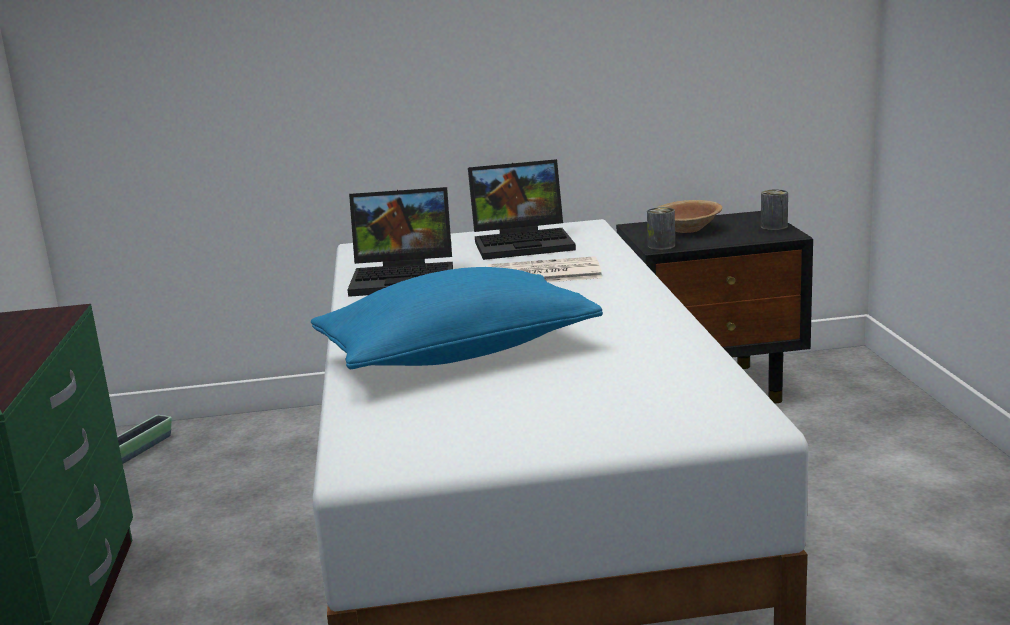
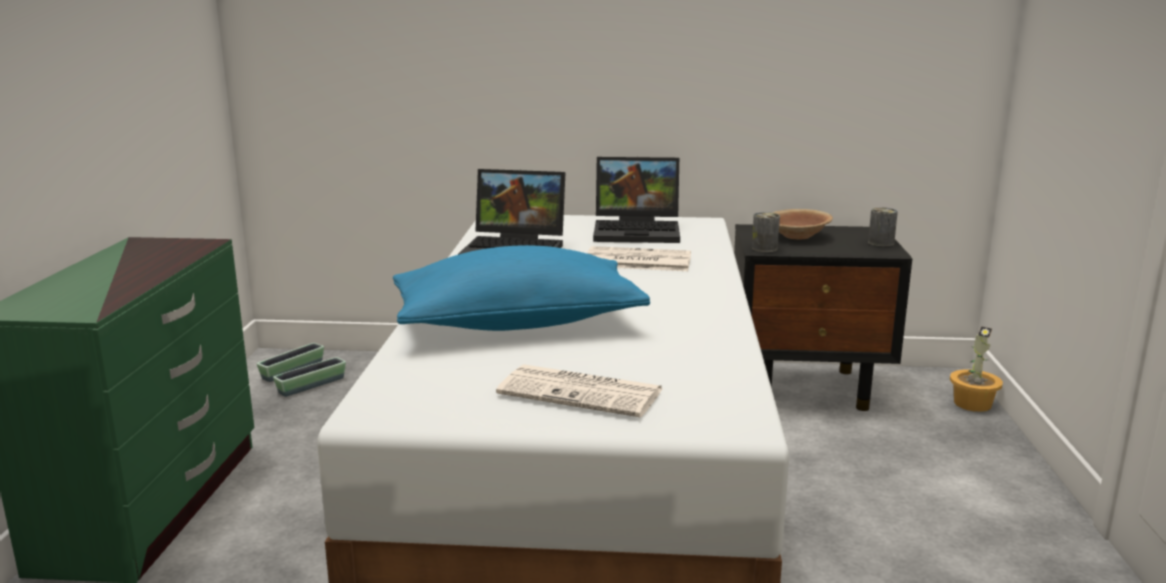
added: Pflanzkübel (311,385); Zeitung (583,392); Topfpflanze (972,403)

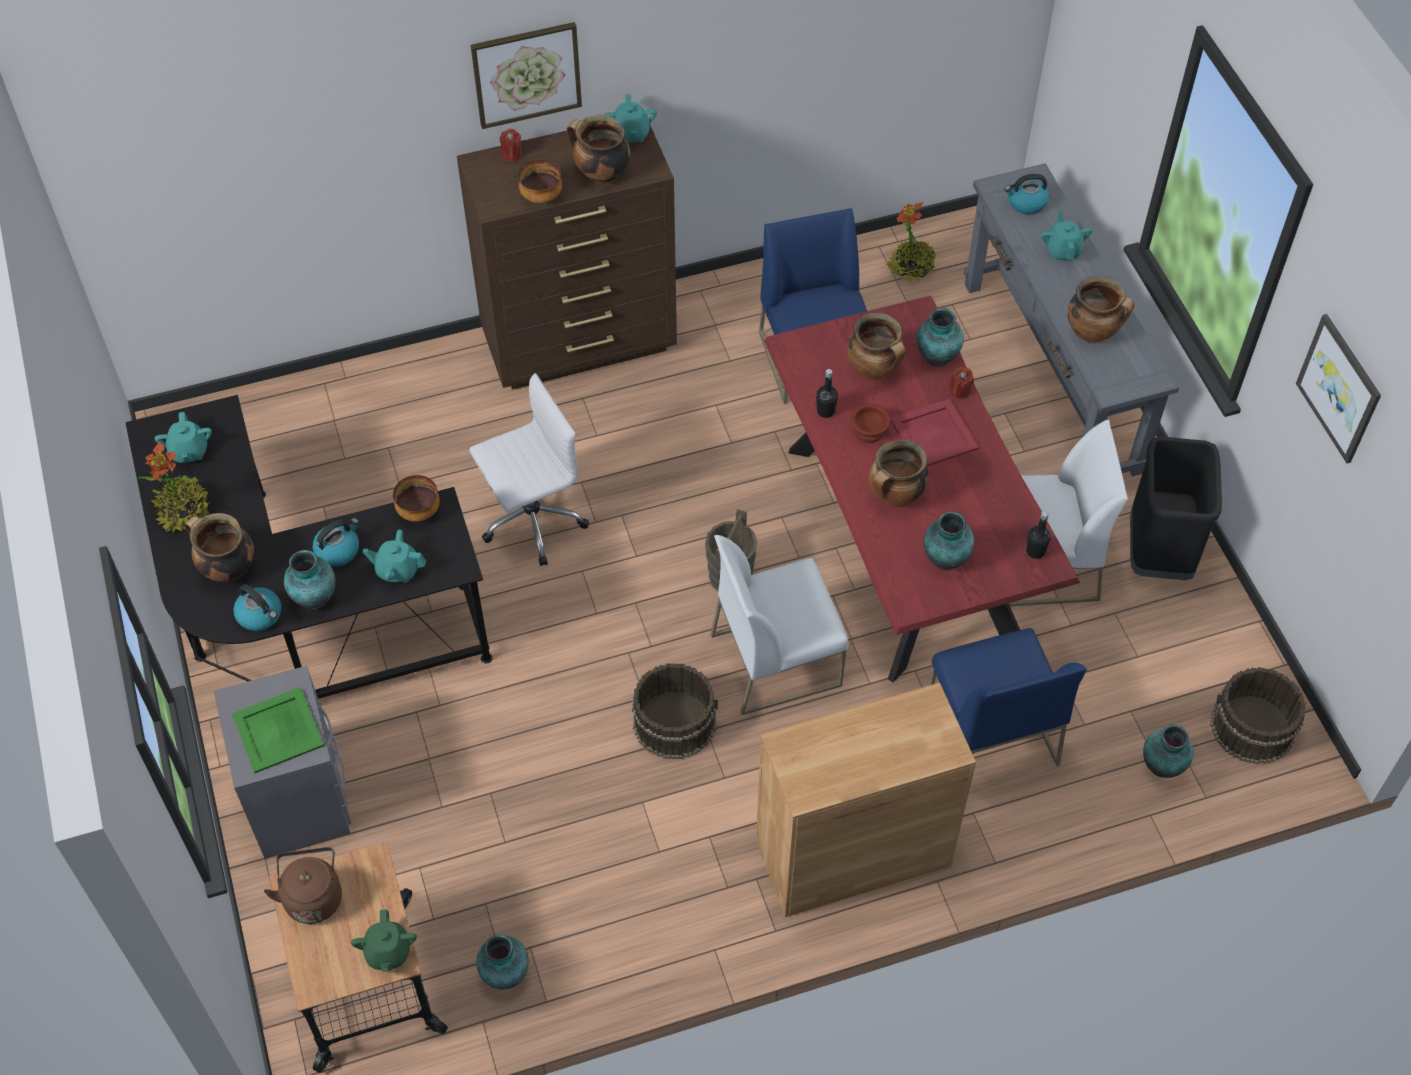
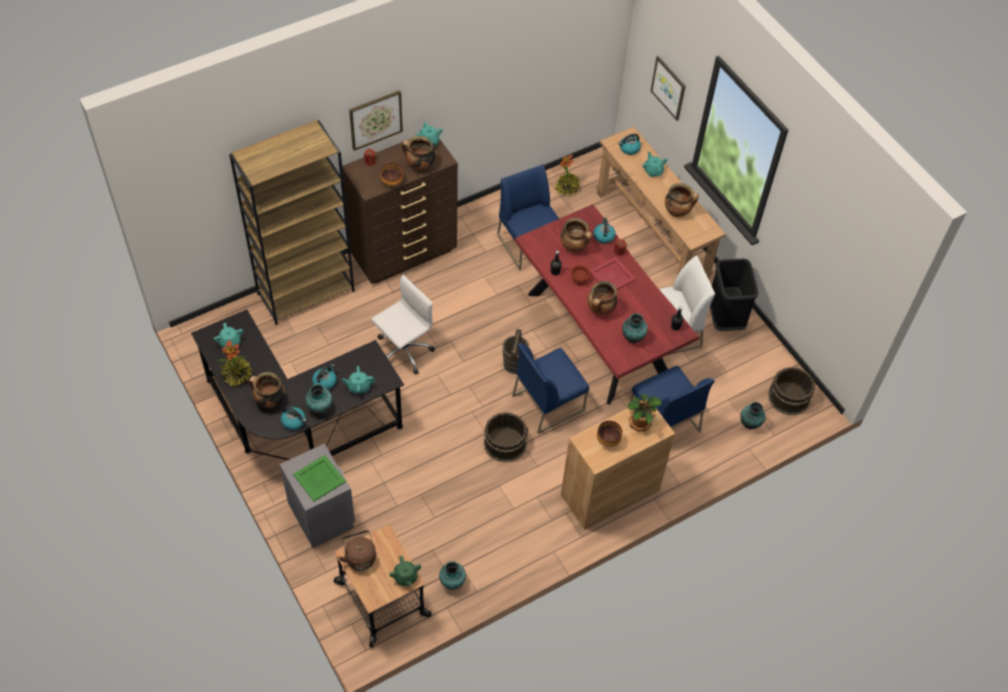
added: Bücherregal [braun] (306,292); Topfpflanze (640,423)
moved: Schüssel (419,511) to (608,440); Bild (1340,388) to (669,88)
replaced: Vase (936,357) to Wasserkessel (603,236)
recoloured: Stuhl [weiß] (776,659) to Stuhl [blau] (548,402); Konsolentisch [grau] (1050,375) to Konsolentisch [braun] (651,235)

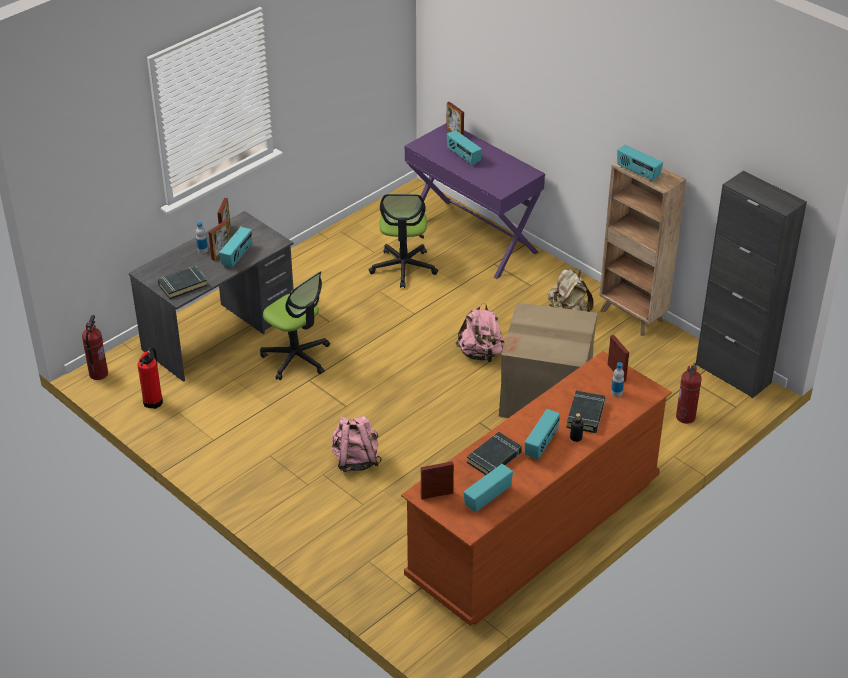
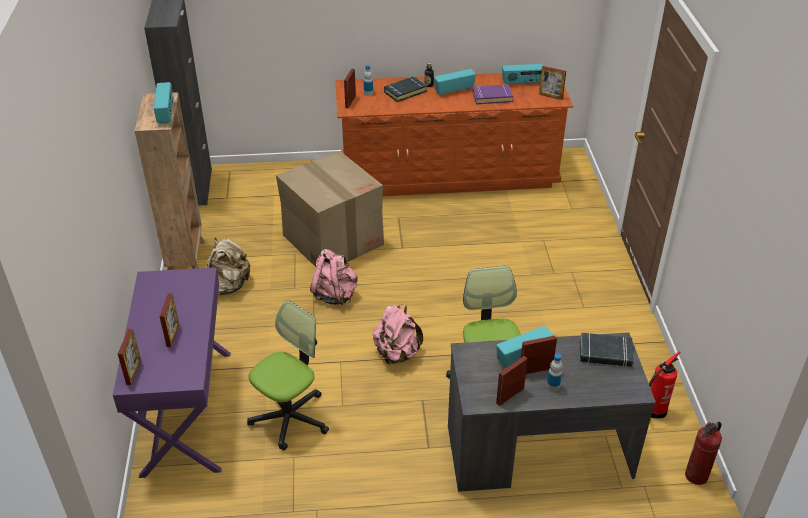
removed: Feuerlöscher (686,417)
moved: Rucksack [rosa] (355,460) to (396,354)
replaced: Radio (463,157) to Bilderrahmen (173,335)
recoloured: Buch [schwarz] (494,458) to Buch [lila] (492,97)

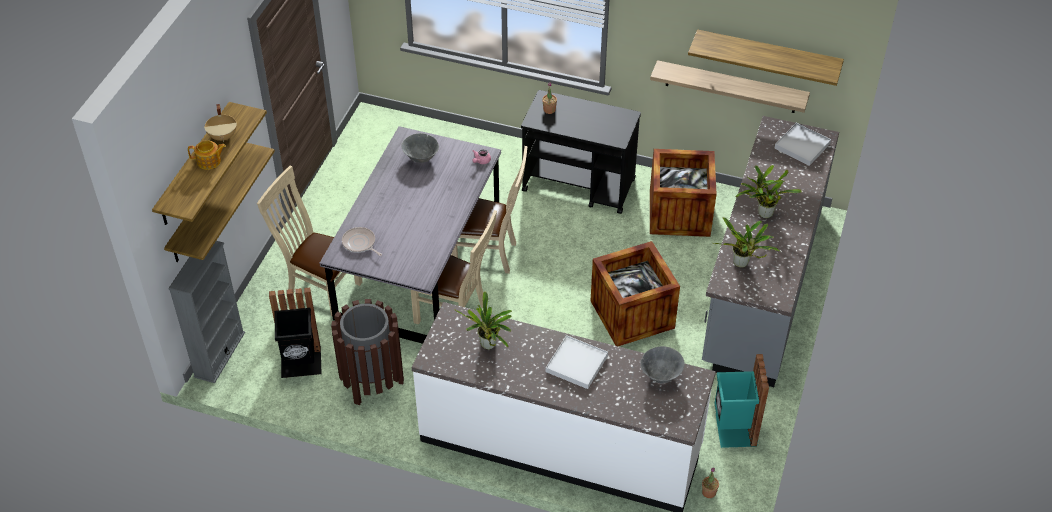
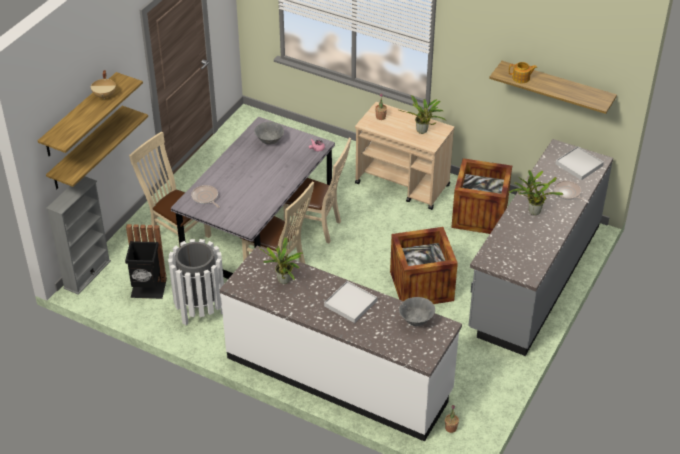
removed: Wandregal (731,87); Mülleimer [türkis] (733,430)
added: Pfanne (568,193)
moved: Topfpflanze (742,264) to (423,132); Teekanne (209,161) to (521,78)
recoloured: Mülleimer [braun] (372,381) to Mülleimer [weiß] (200,309); Rollwagen [schwarz] (579,185) to Rollwagen [beige] (403,185)

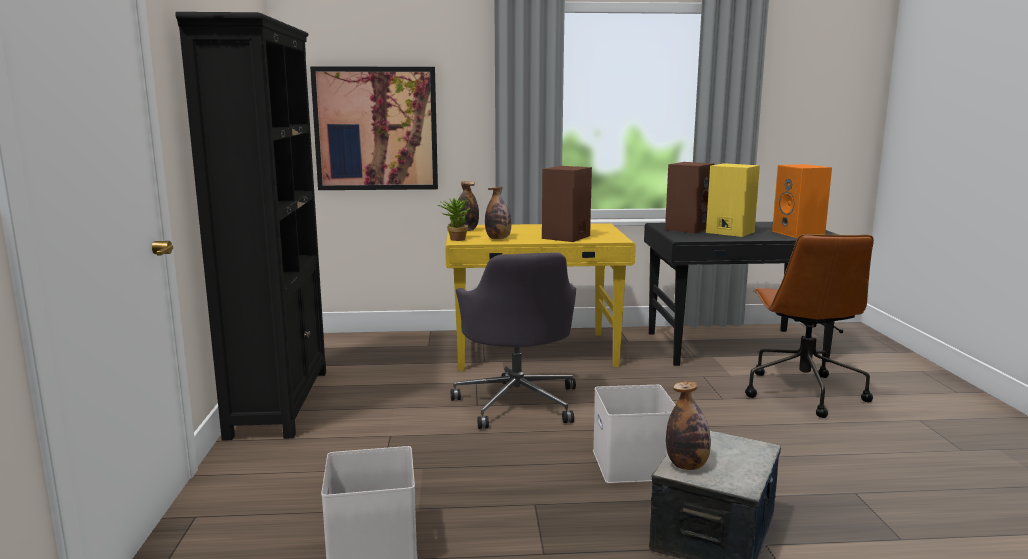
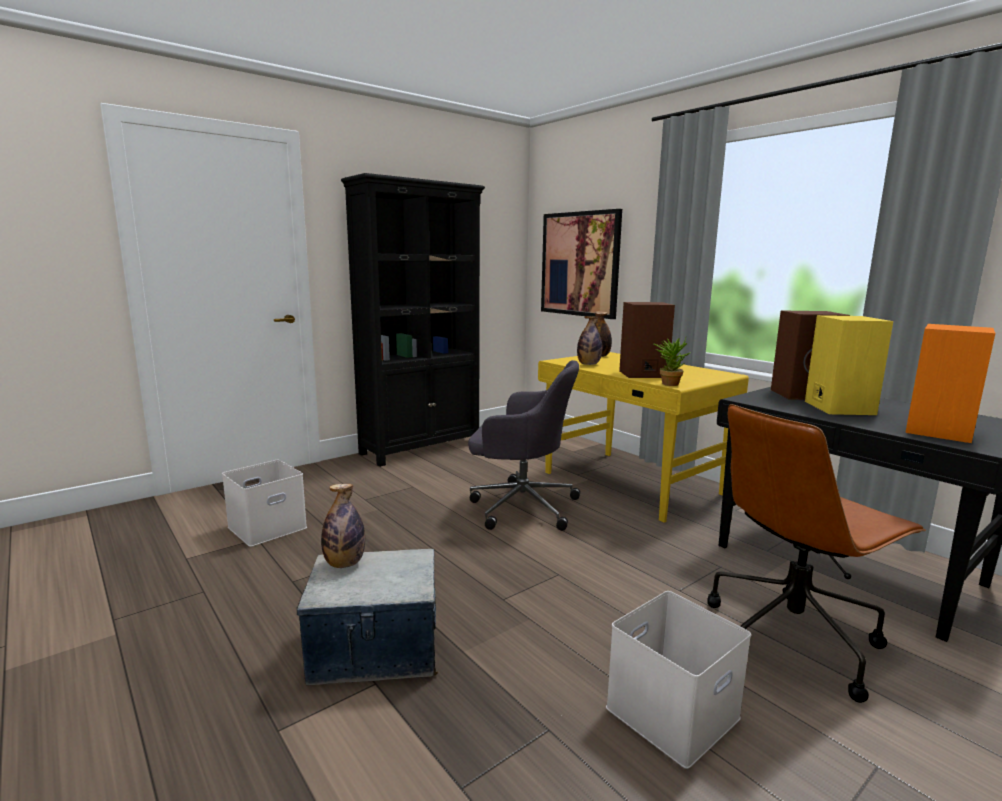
moved: Aufbewahrungsbox [weiß] (635,465) to (673,715); Topfpflanze (455,239) to (669,383)
turned: Bürostuhl [grau] (517,402) = (521,506) 120 degrees counterclockwise

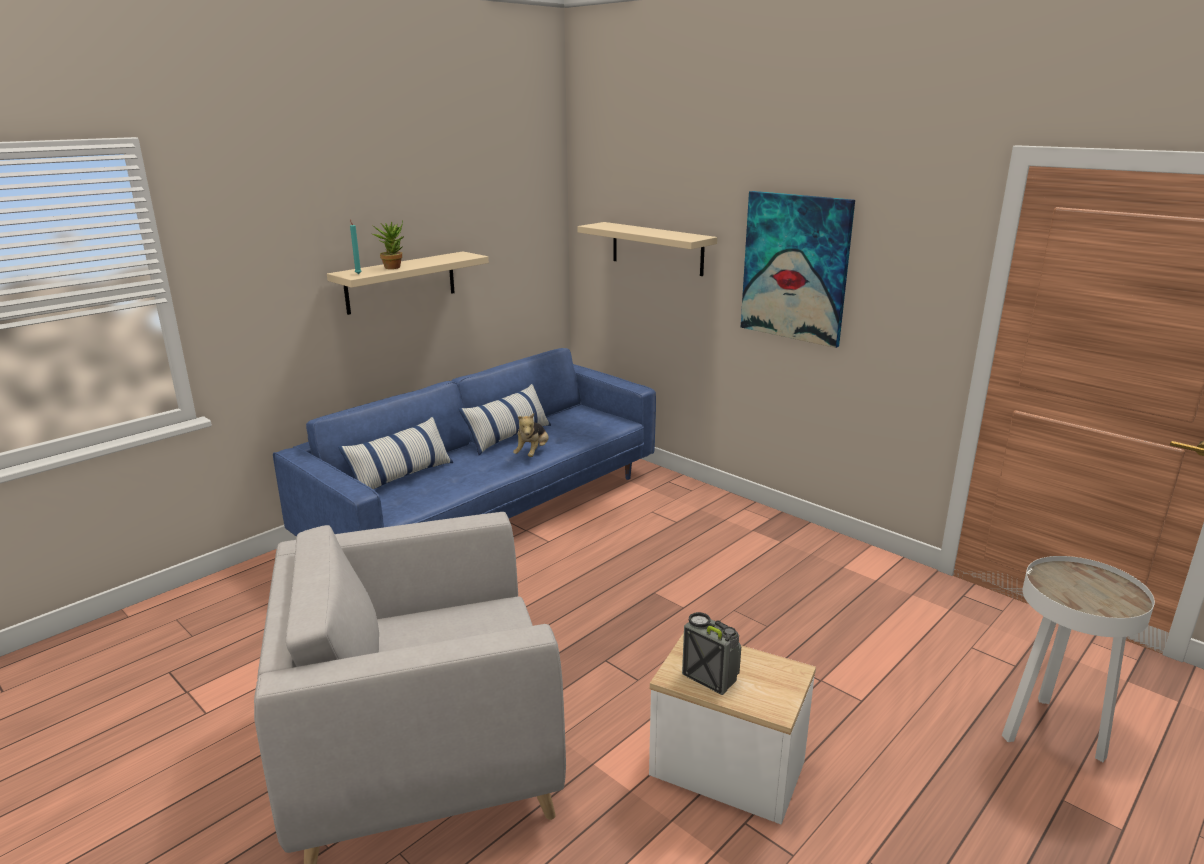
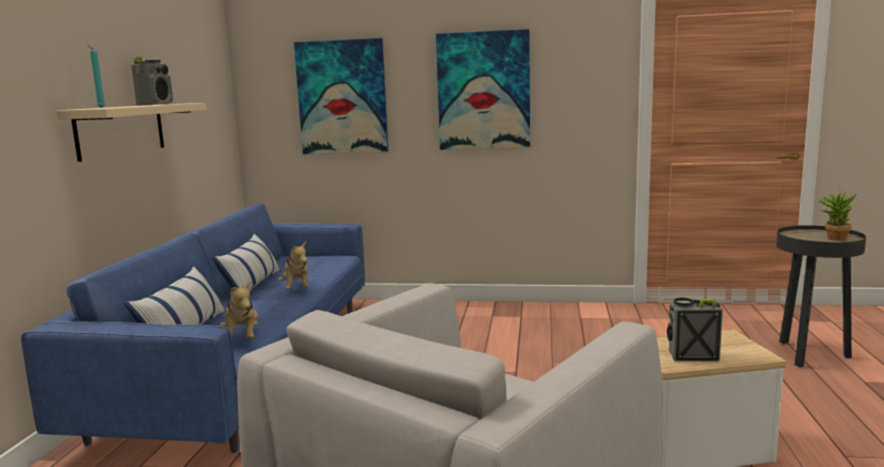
added: Radio (155,104); Plüschtier (243,337)
moved: Topfpflanze (393,267) to (833,238)
replaced: Wandregal [beige] (657,248) to Bild (342,97)
recoloured: Beistelltisch [weiß] (1050,733) to Beistelltisch [schwarz] (810,355)

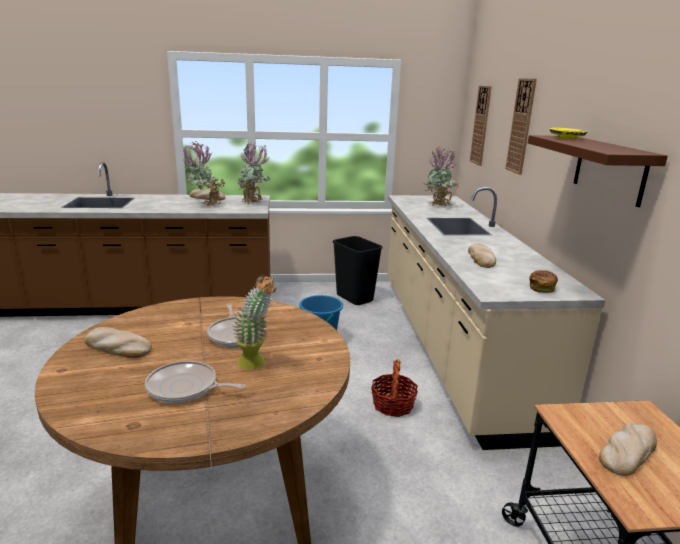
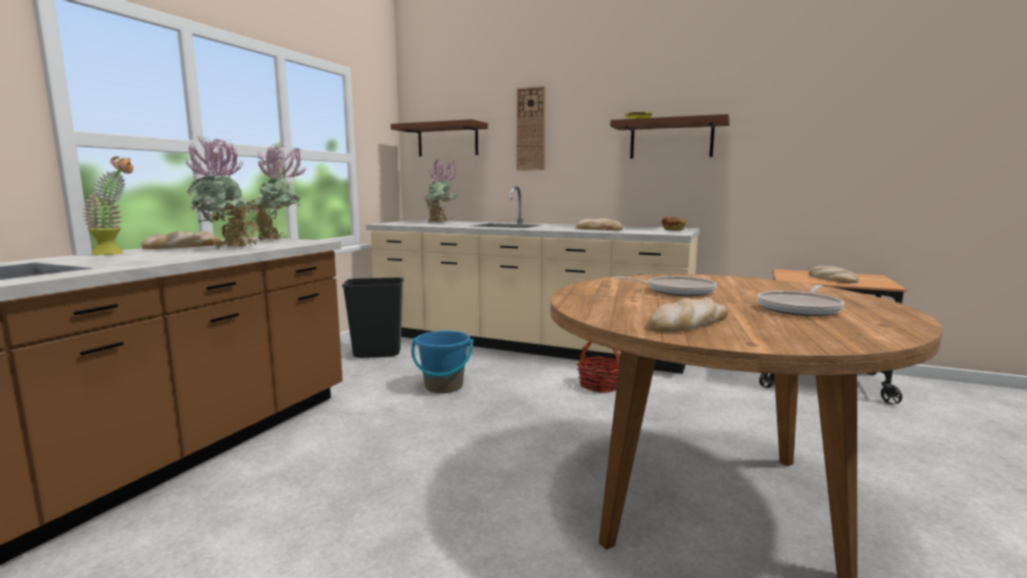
moved: Topfpflanze (256,364) to (116,253)
replaced: Wanduhr (481,125) to Wandregal [braun] (447,140)

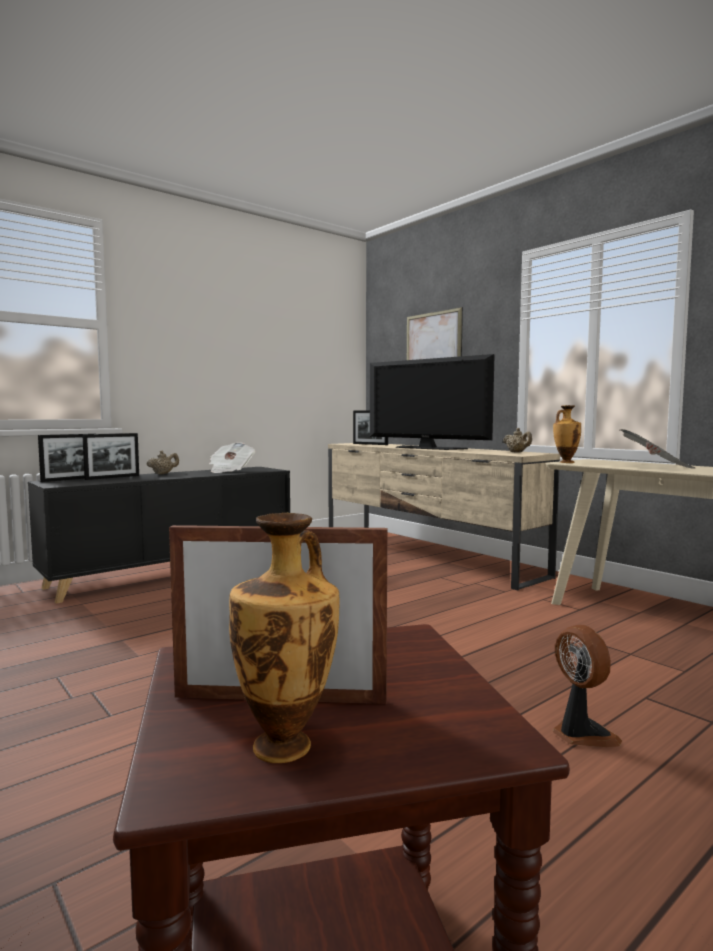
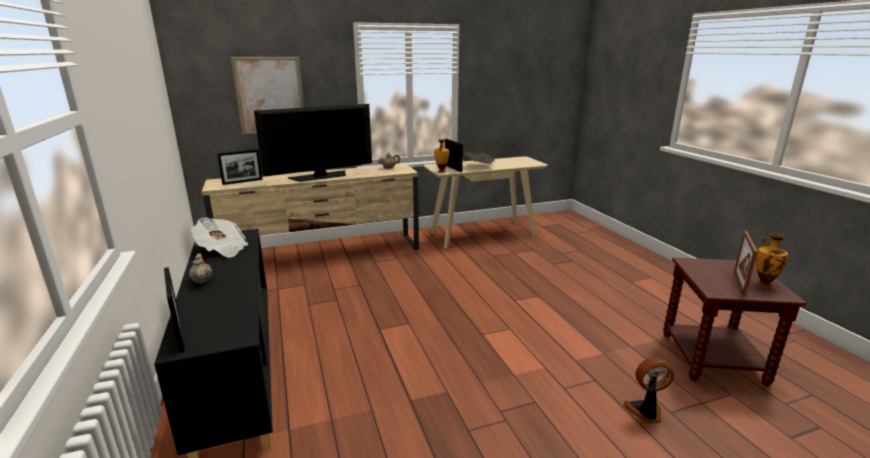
moved: Bilderrahmen (112,477) to (453,168); Ventilator (581,733) to (645,412)

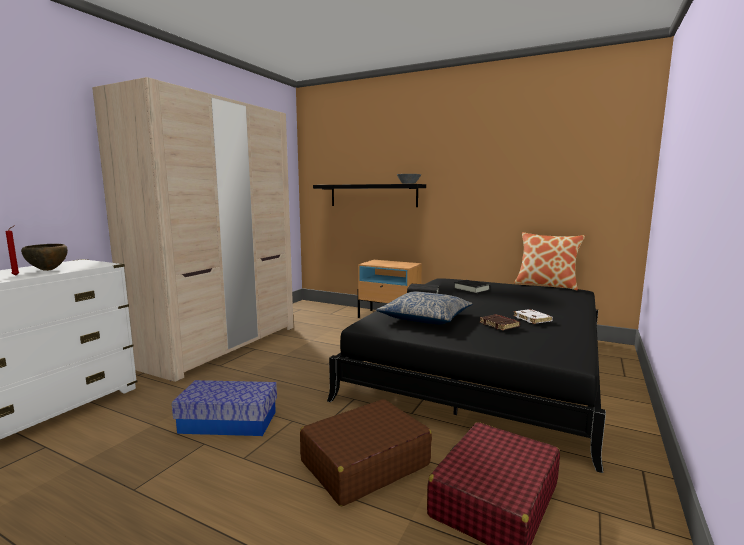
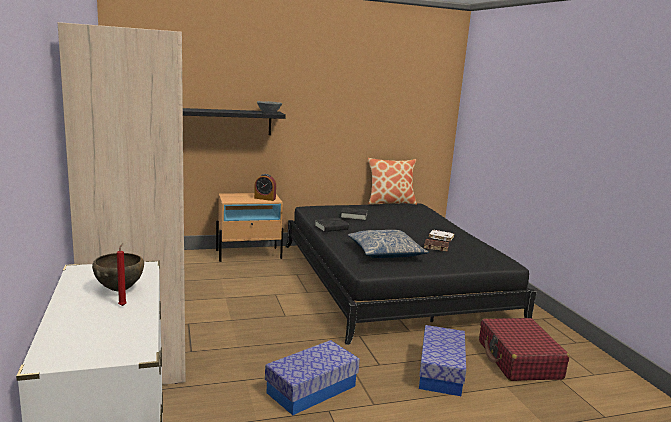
added: Wecker (265,198)
replaced: Koffer [braun] (364,463) to Aufbewahrungsbox (440,372)

